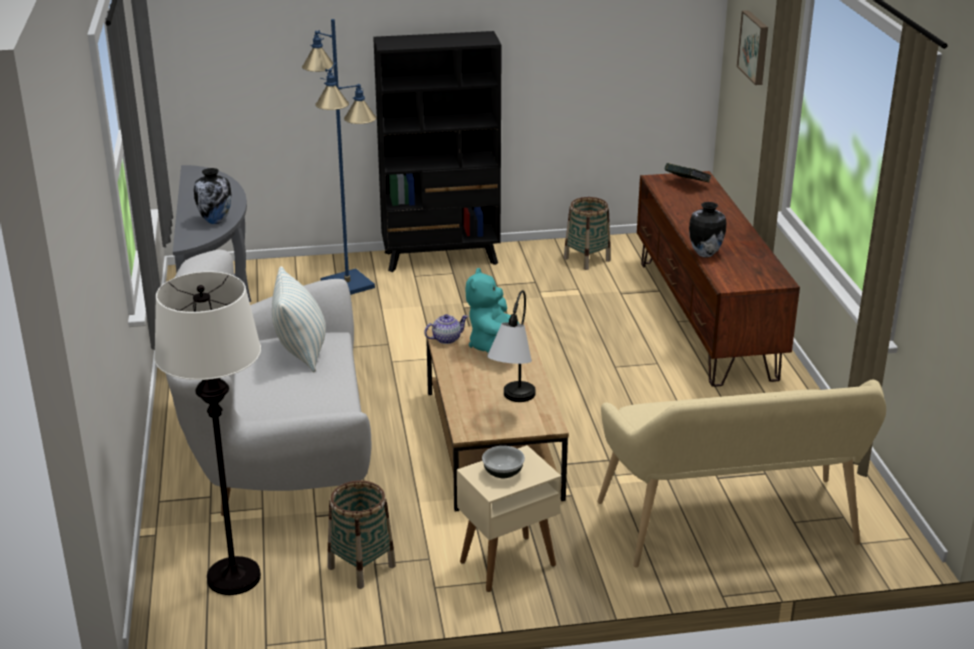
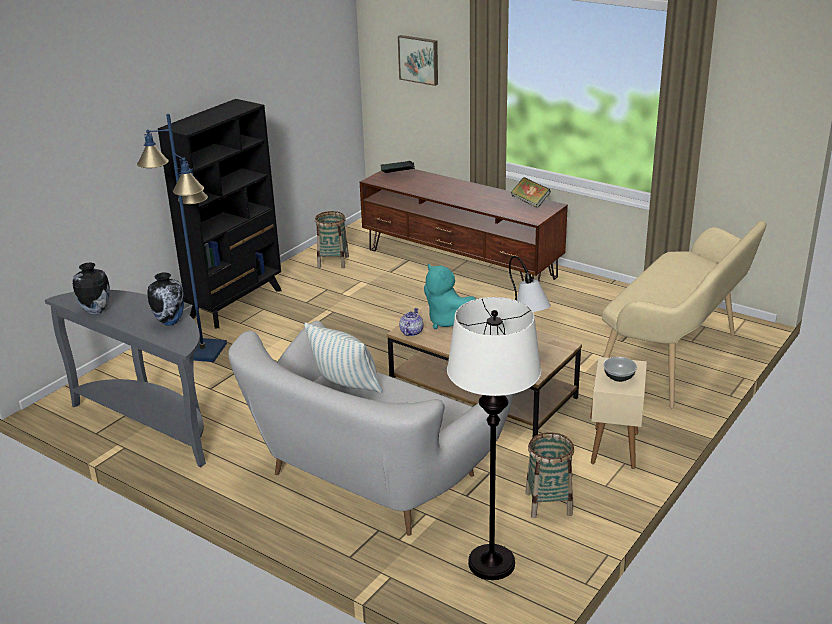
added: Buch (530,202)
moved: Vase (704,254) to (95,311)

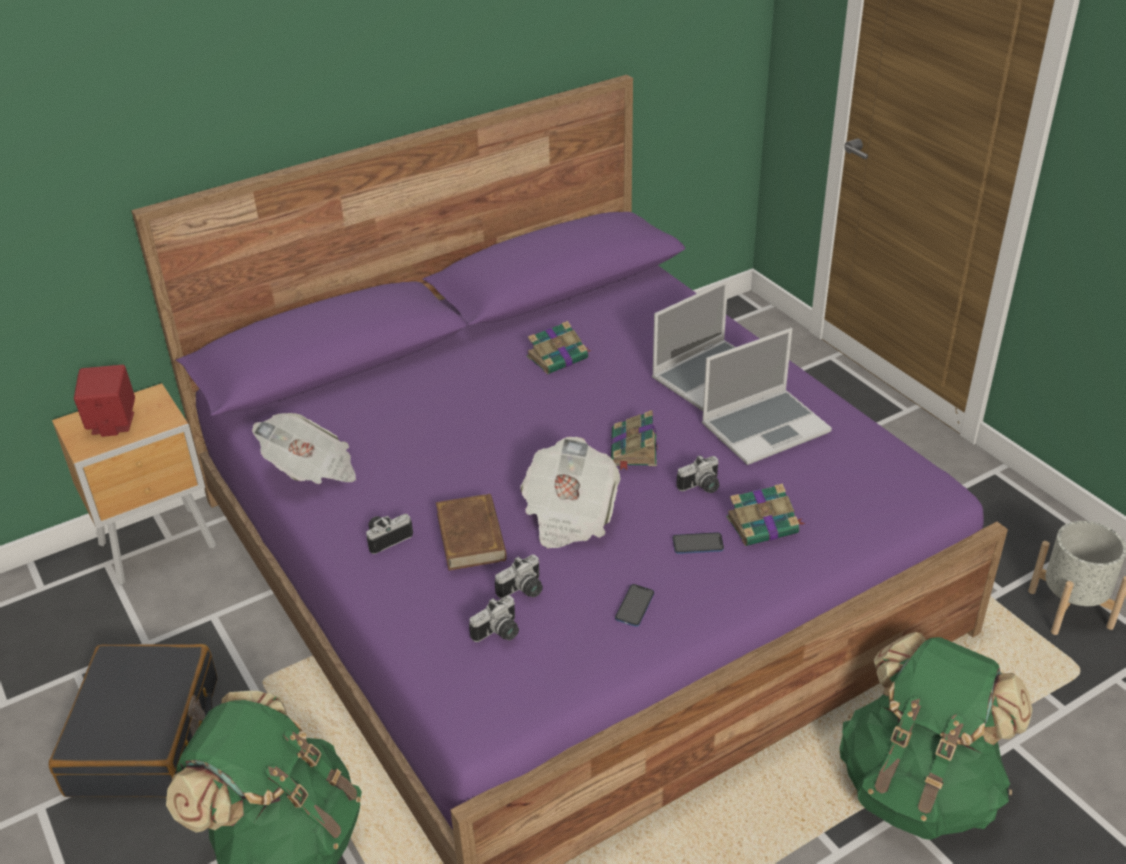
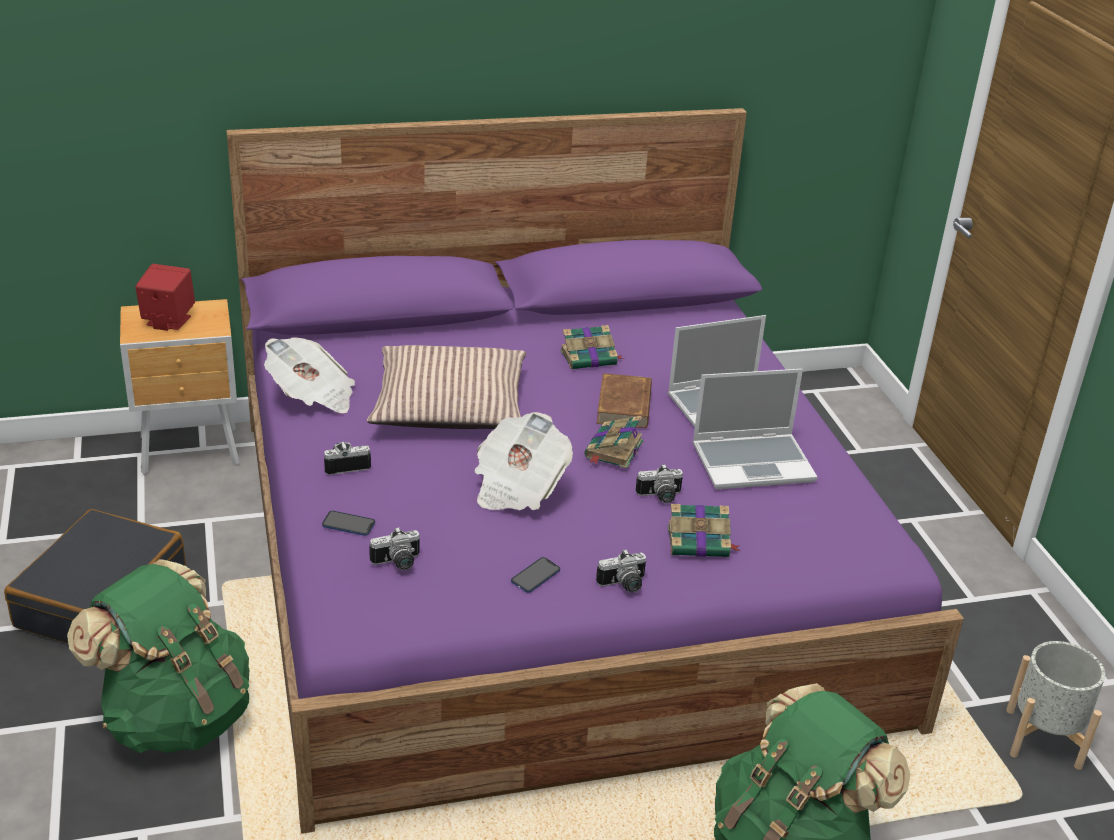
added: Kissen (449,405)
moved: Handy (698,544) to (348,524); Kamera (524,591) to (624,585); Buch [braun] (471,536) to (624,406)

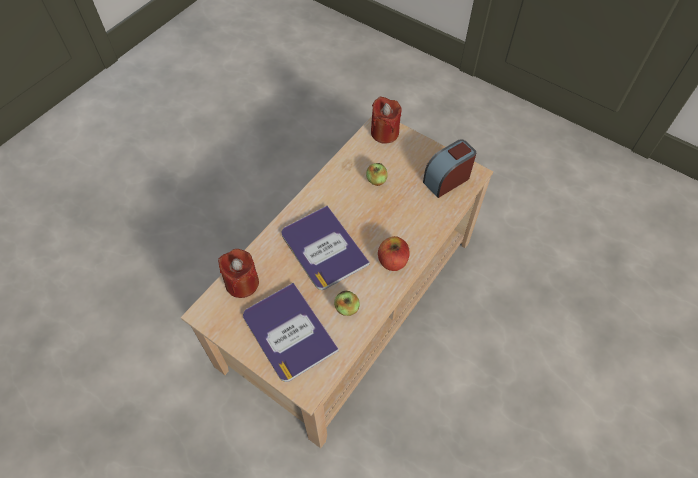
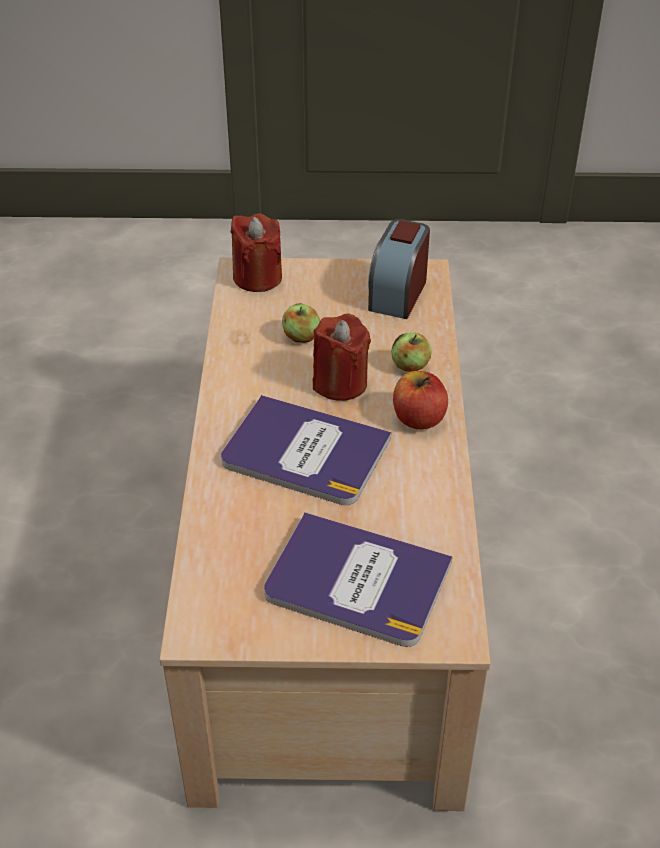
moved: Kerze [rot] (242,283) to (340,383); Apfel (347,308) to (410,366)

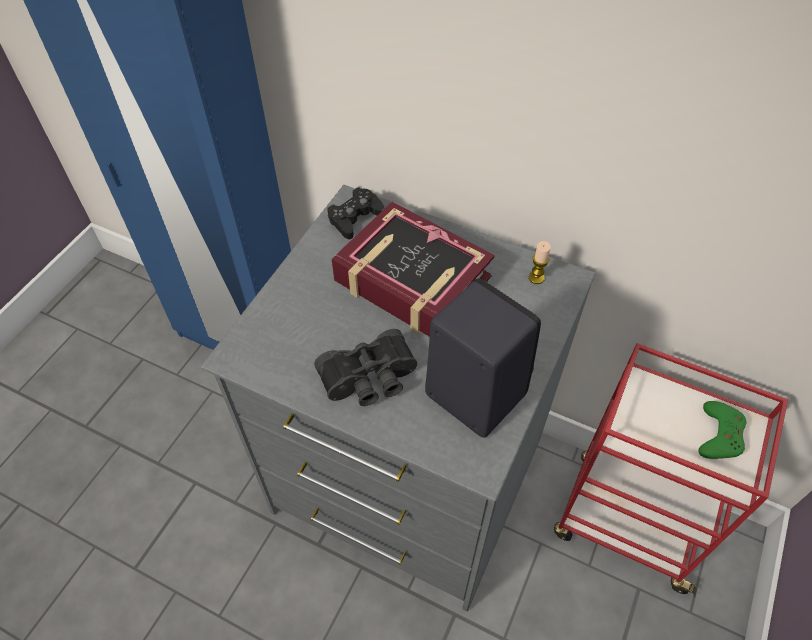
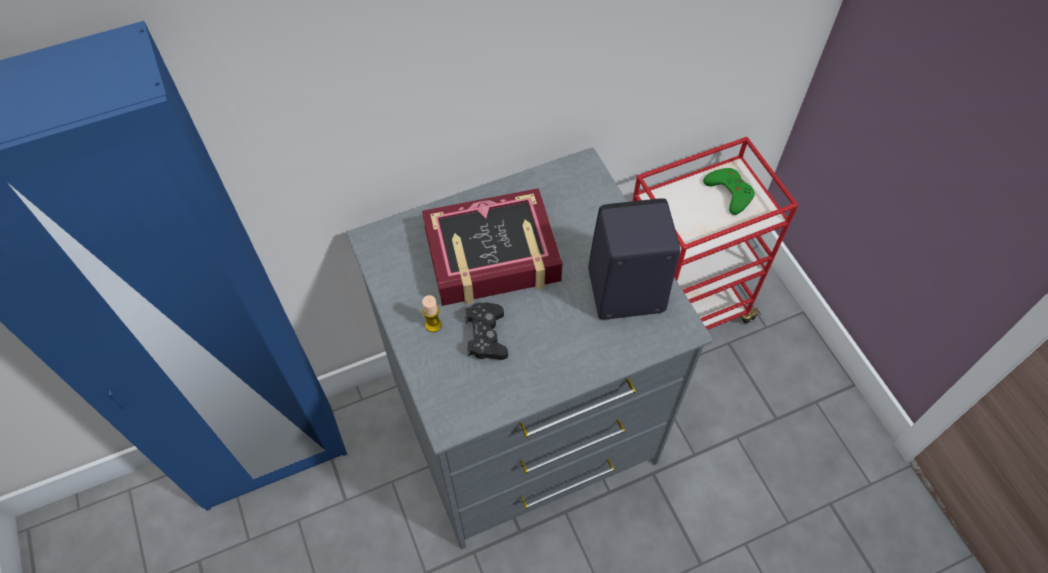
removed: Fernglas [schwarz] (370,379)
moved: Kerze (536,278) to (433,325); Gamepad [schwarz] (355,218) to (486,336)

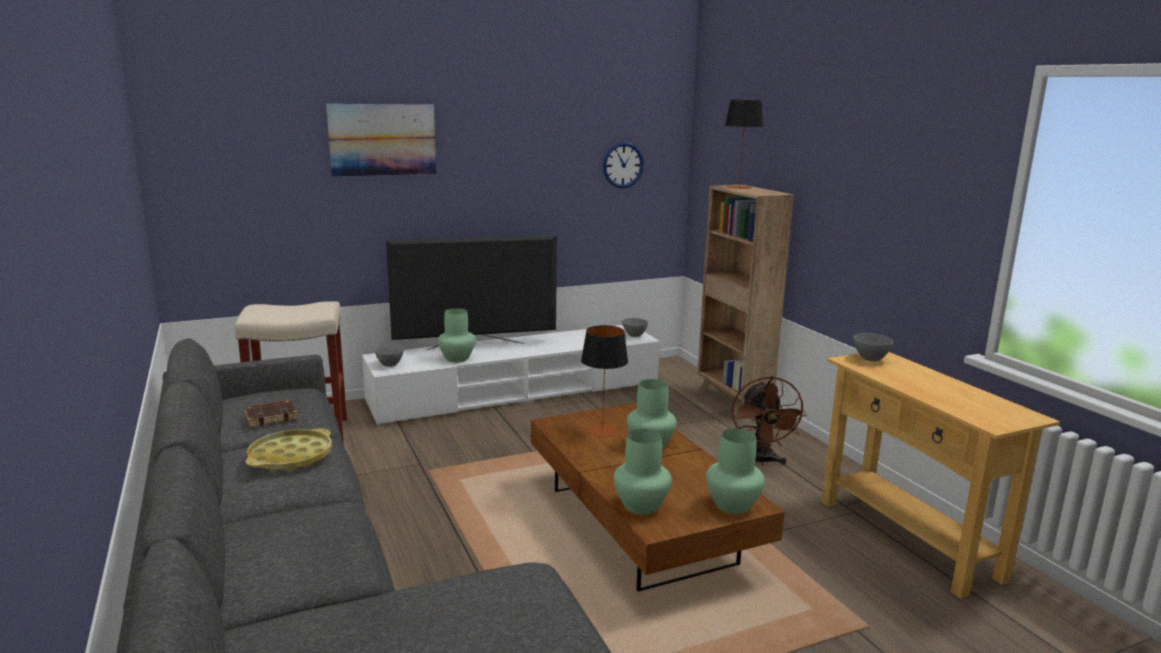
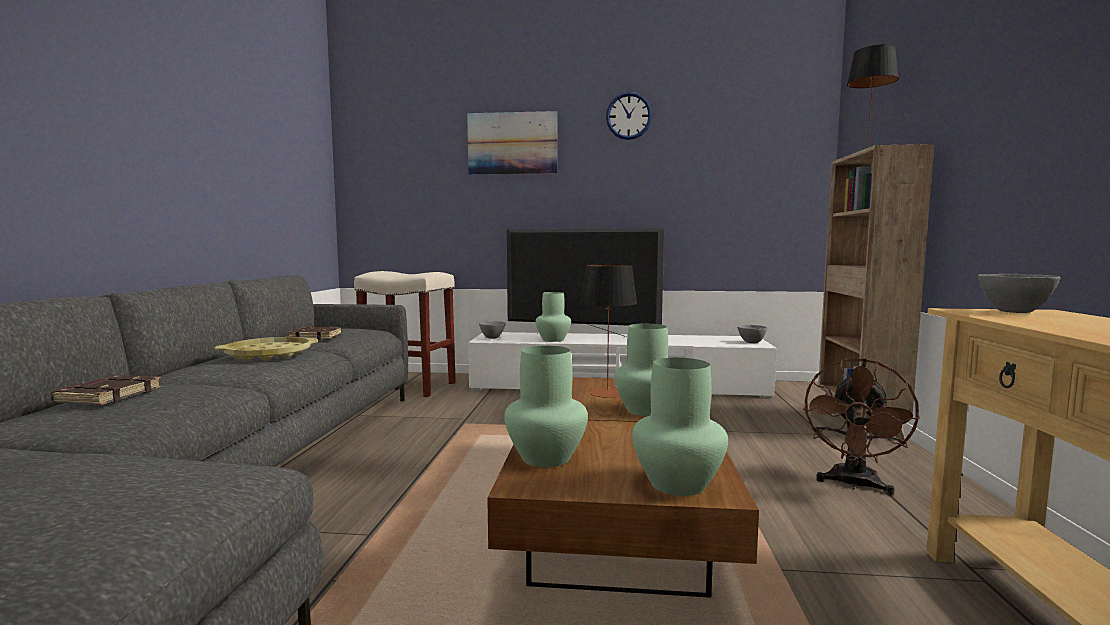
added: Buch [braun] (109,396)
moved: Wanduhr (623,165) to (628,116)

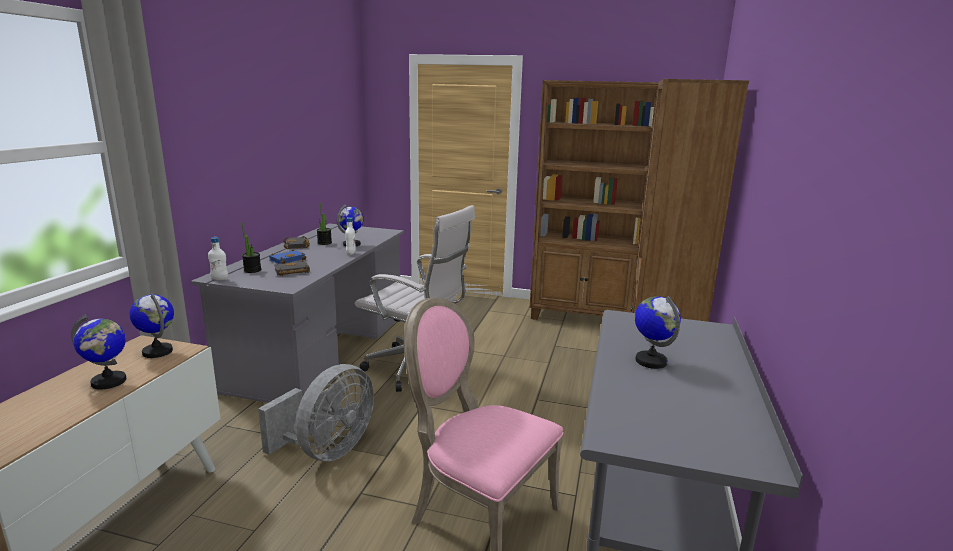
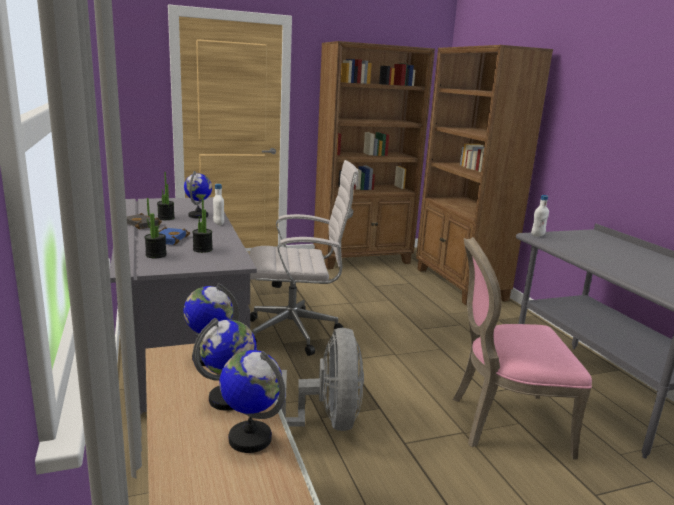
moved: Globus (651,361) to (250,438); Flasche [weiß] (219,279) to (537,235)
replaced: Buch [schwarz] (291,272) to Topfpflanze (202,249)

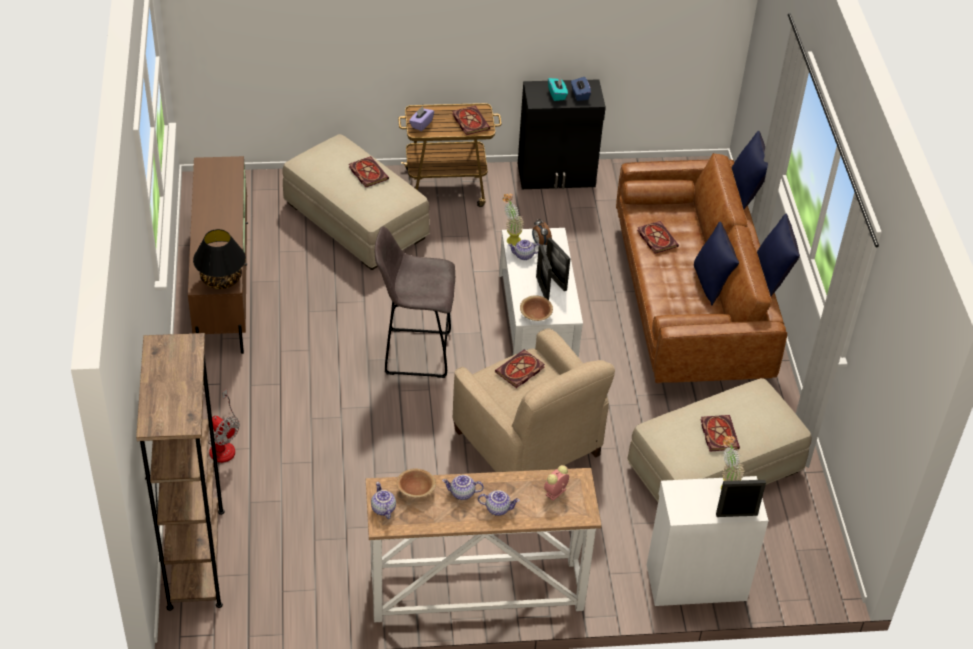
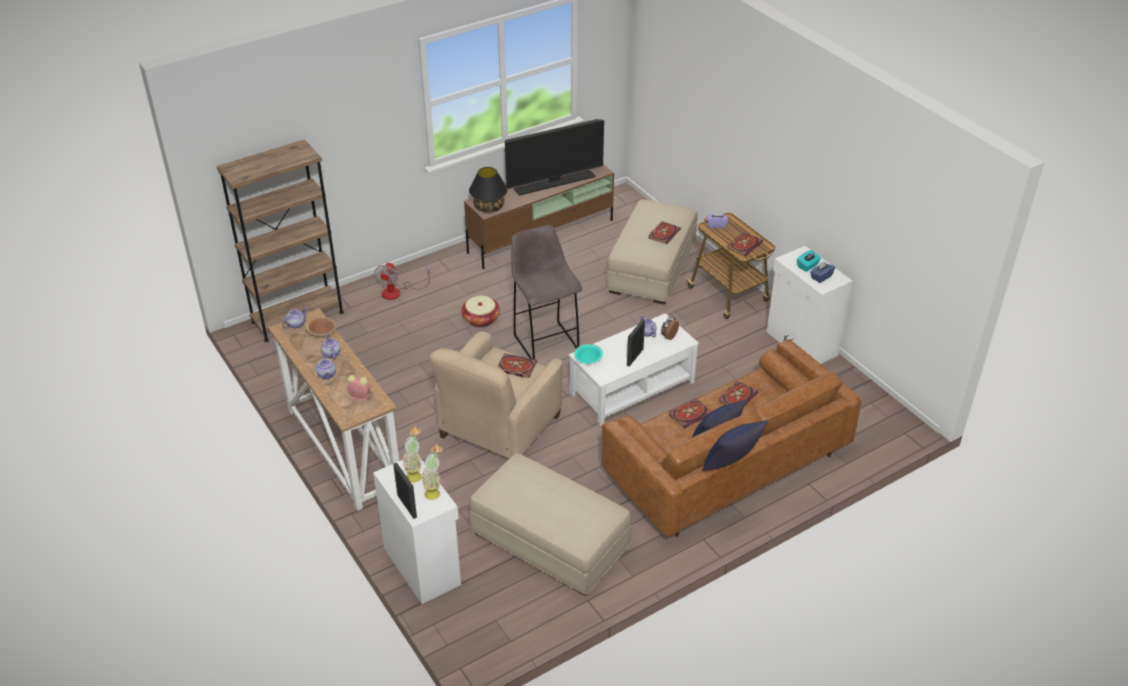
removed: Bilderrahmen (542,288); Kissen [blau] (746,191)
added: Korb (481,319); Fernseher (554,182)
moved: Topfpflanze (510,238) to (415,474); Buch (718,433) to (690,414)
recoloured: Schüssel [braun] (535,314) to Schüssel [türkis] (588,359); Schrank [schwarz] (557,176) to Schrank [weiß] (801,344)

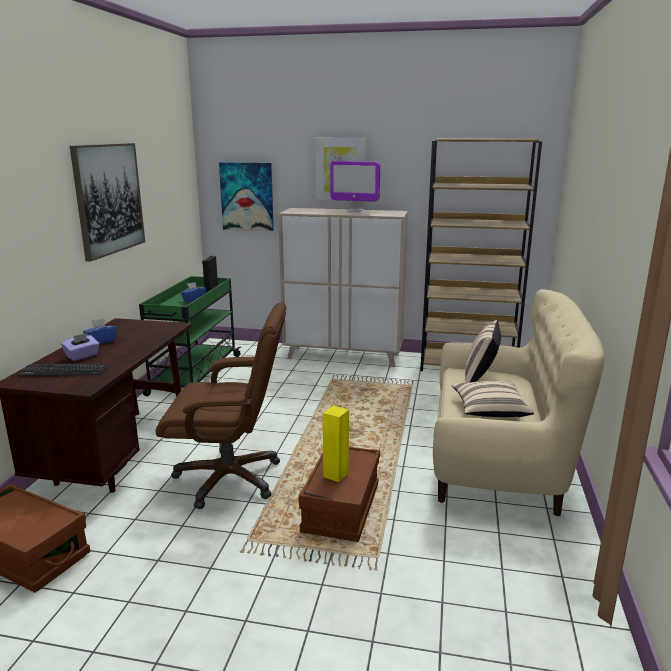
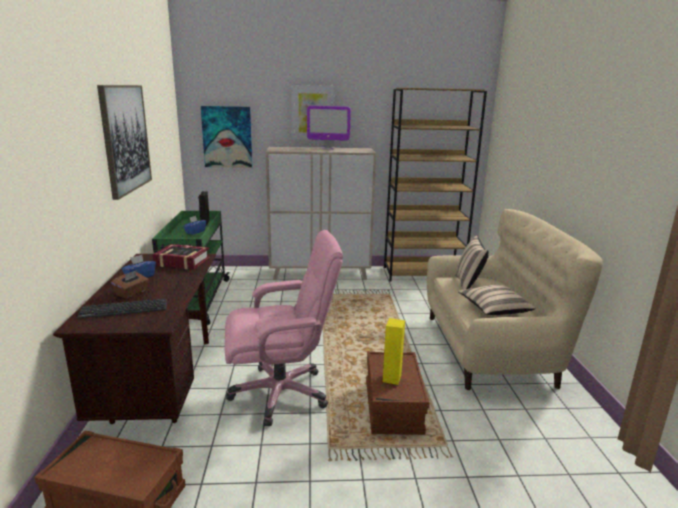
added: Buch (182,262)
recoloured: Taschentuchbox [lila] (82,356) to Taschentuchbox [braun] (132,293); Bürostuhl [braun] (230,478) to Bürostuhl [rosa] (281,393)

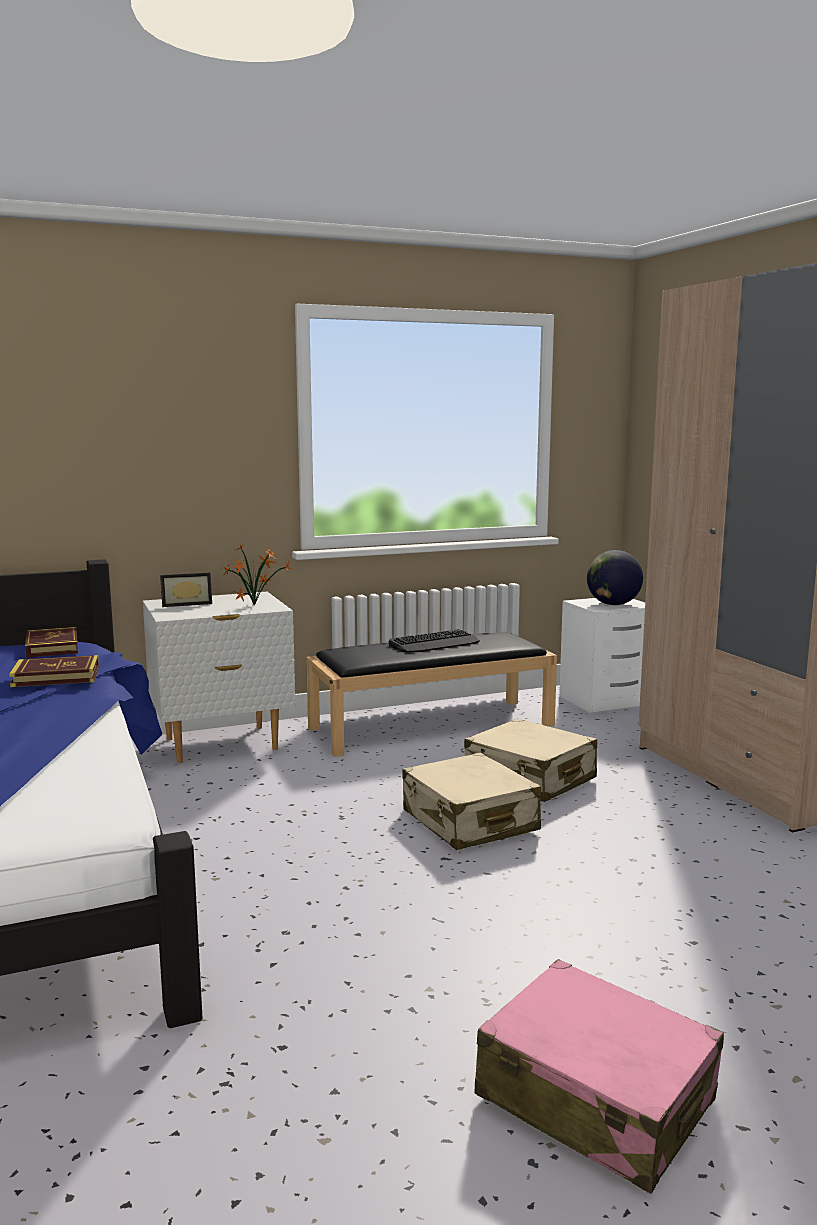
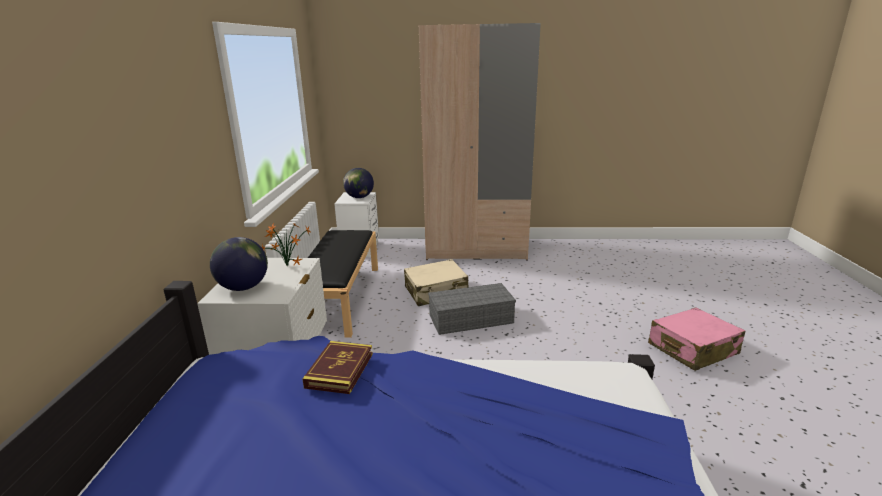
removed: Buch (52,647); Tastatur (434,643)
replaced: Bilderrahmen (186,604) to Globus (243,287); Koffer [beige] (469,821) to Aufbewahrungsbox [grau] (472,318)

